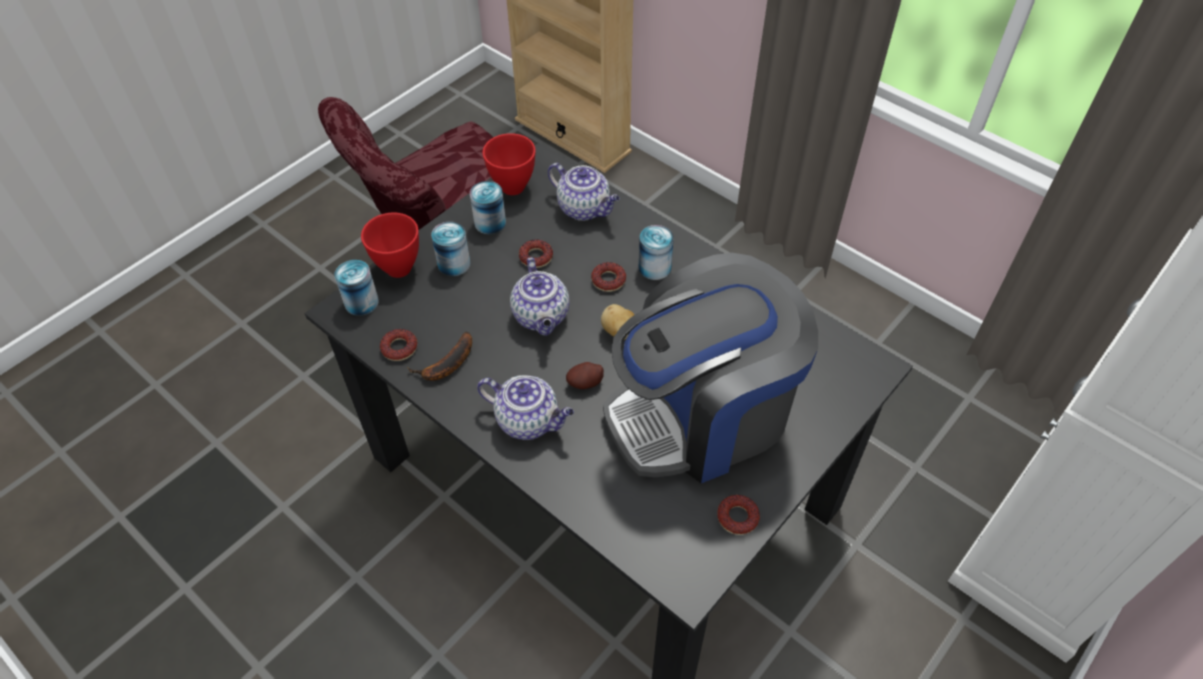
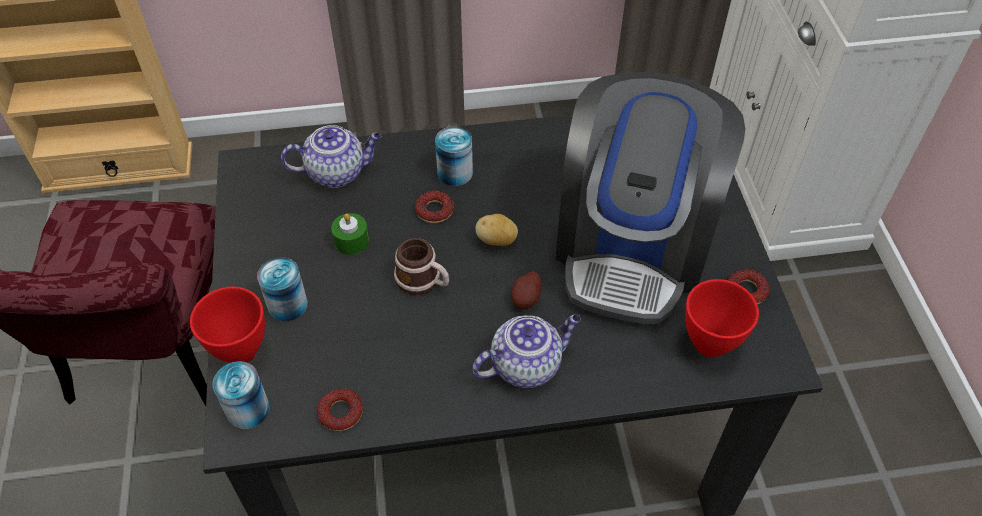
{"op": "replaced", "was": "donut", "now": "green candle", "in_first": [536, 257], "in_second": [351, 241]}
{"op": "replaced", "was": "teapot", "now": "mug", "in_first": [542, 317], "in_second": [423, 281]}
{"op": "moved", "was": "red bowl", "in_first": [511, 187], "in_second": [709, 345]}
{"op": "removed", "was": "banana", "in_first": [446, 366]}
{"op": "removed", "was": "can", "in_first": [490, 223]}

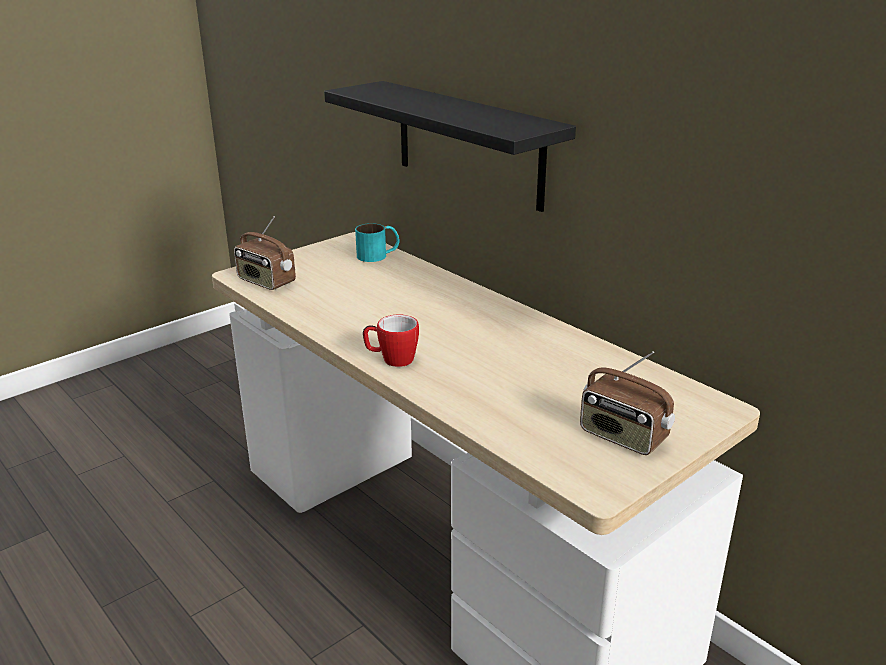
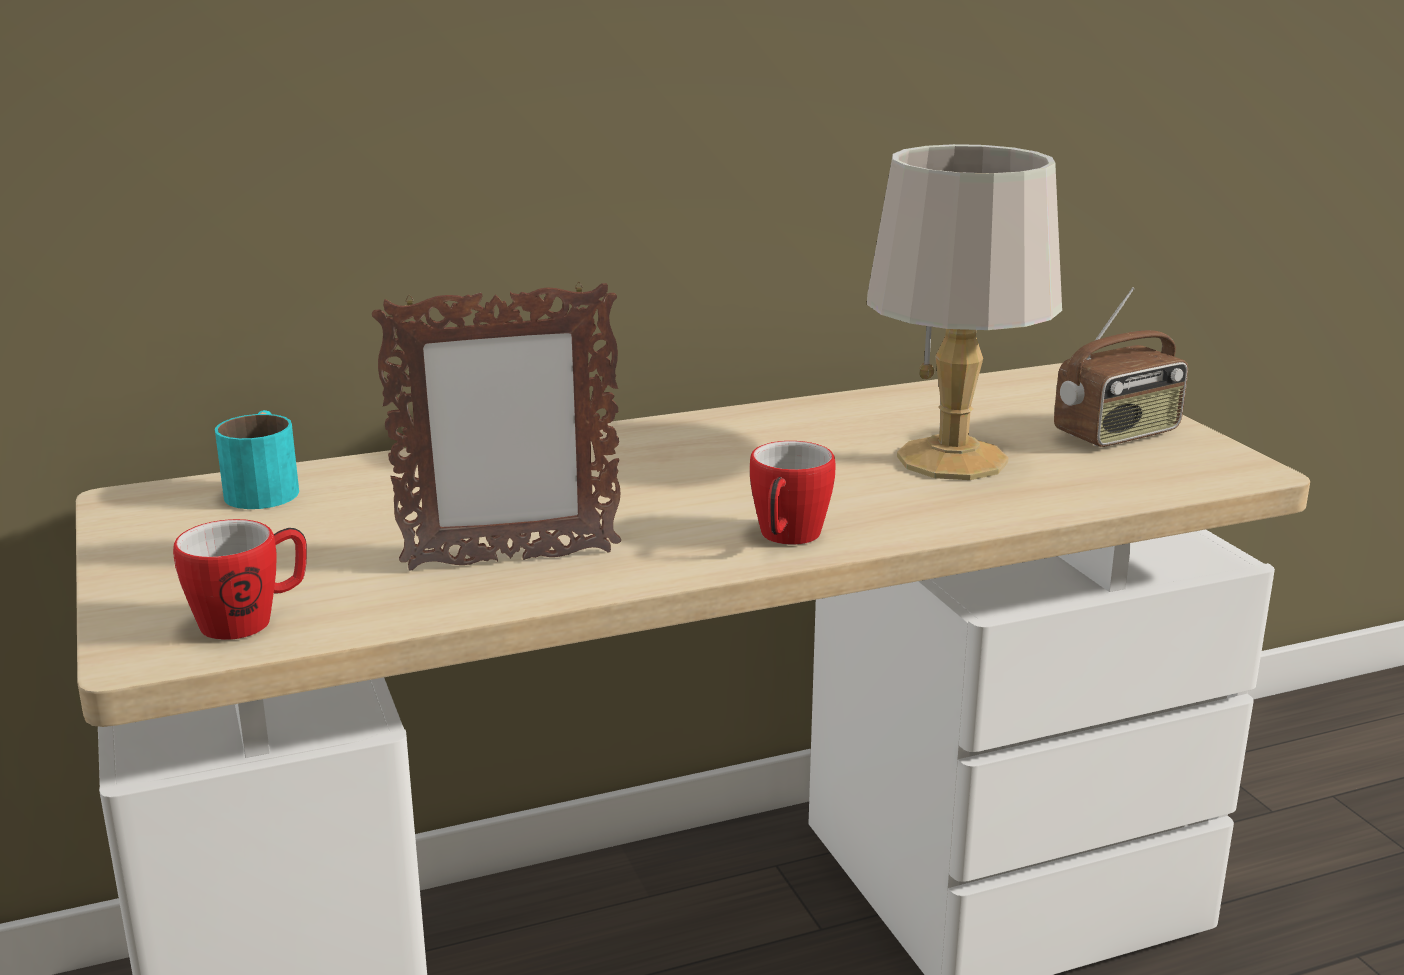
{"op": "replaced", "was": "radio", "now": "mug", "in_first": [265, 282], "in_second": [251, 620]}
{"op": "added", "now": "picture frame", "in_second": [509, 560]}
{"op": "added", "now": "grey table lamp", "in_second": [955, 460]}
{"op": "removed", "was": "black shelf", "in_first": [468, 144]}

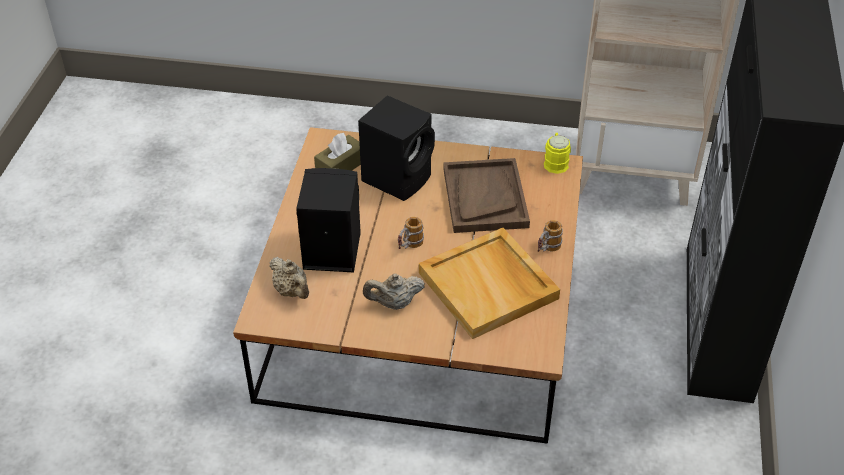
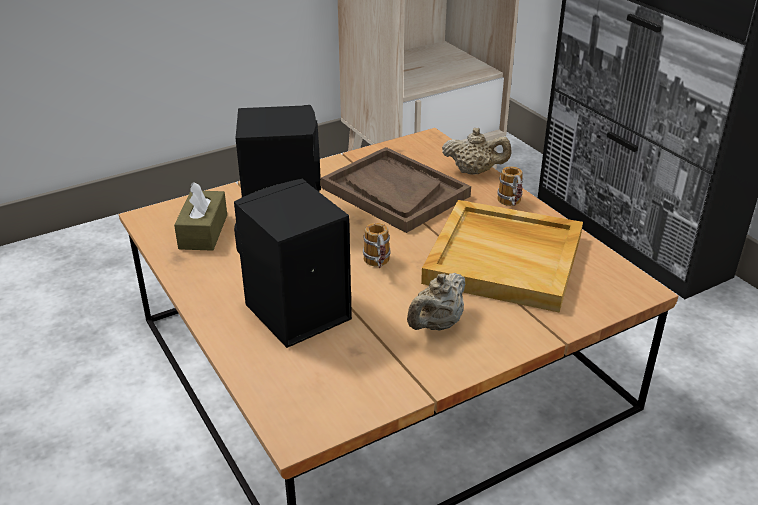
{"op": "moved", "was": "beige teapot", "in_first": [292, 291], "in_second": [474, 172]}
{"op": "removed", "was": "yellow mug", "in_first": [555, 161]}

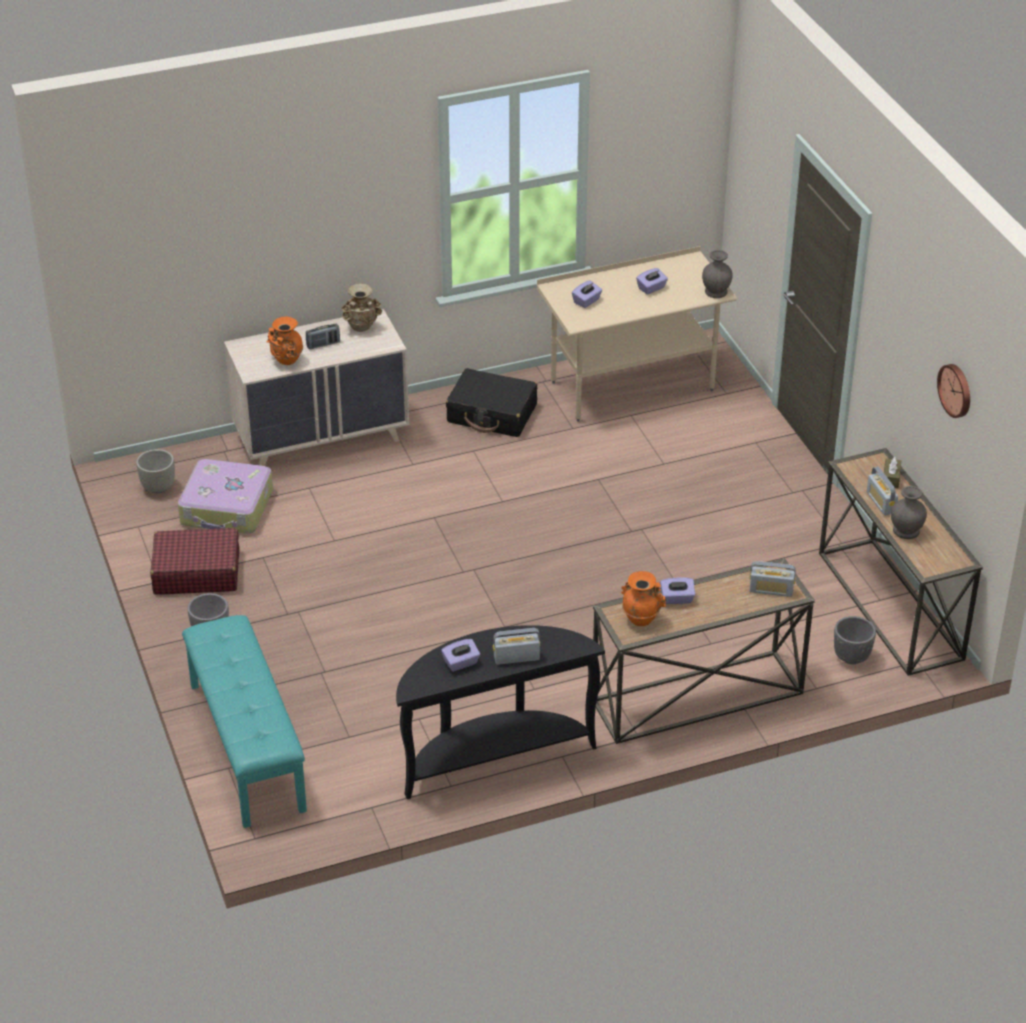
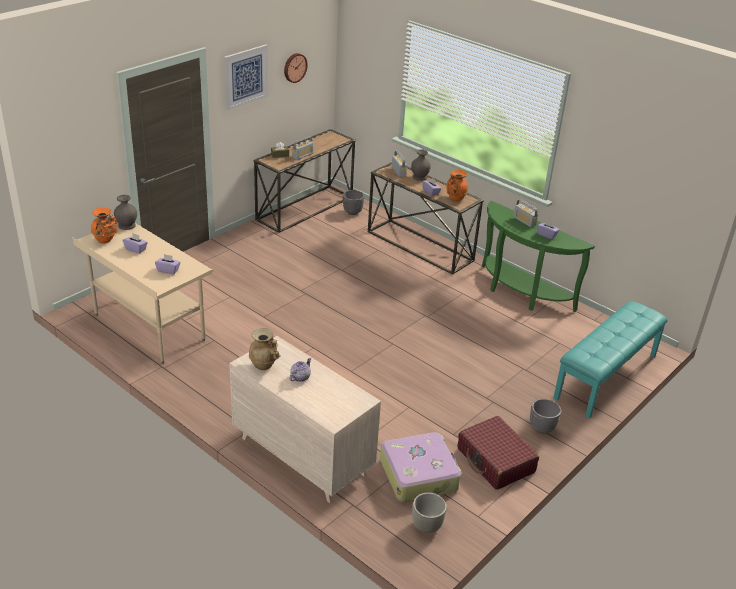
{"op": "moved", "was": "orange vase", "in_first": [286, 361], "in_second": [106, 240]}
{"op": "added", "now": "picture", "in_second": [246, 76]}
{"op": "replaced", "was": "radio", "now": "teapot", "in_first": [323, 344], "in_second": [300, 377]}
{"op": "moved", "was": "grey vase", "in_first": [907, 531], "in_second": [419, 177]}
{"op": "recoloured", "was": "black console table", "now": "green console table", "in_first": [493, 755], "in_second": [520, 293]}
{"op": "removed", "was": "black suitcase", "in_first": [492, 414]}

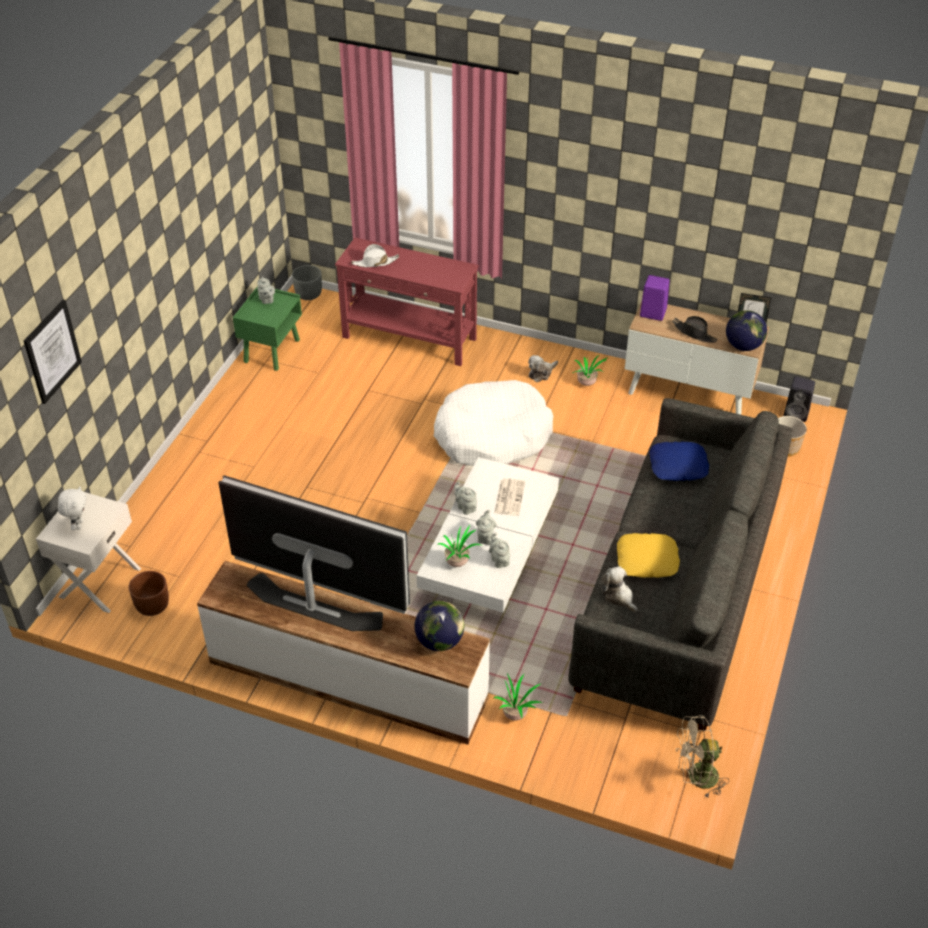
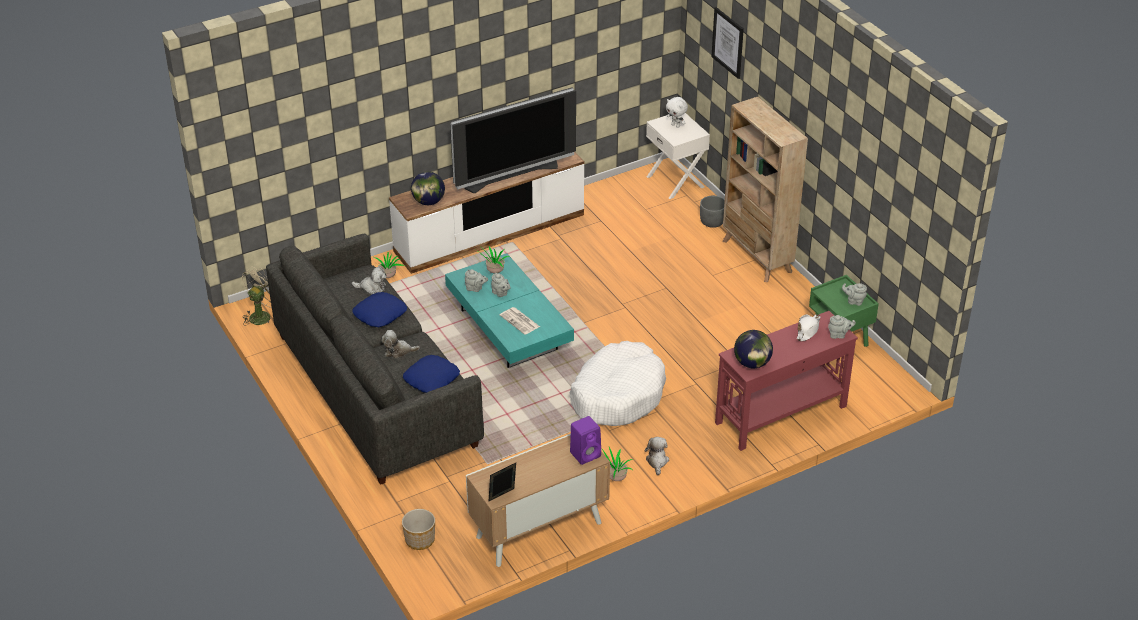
{"op": "recoloured", "was": "yellow pillow", "now": "blue pillow", "in_first": [647, 561], "in_second": [379, 314]}
{"op": "added", "now": "plush toy", "in_second": [398, 351]}
{"op": "recoloured", "was": "white coffee table", "now": "turquoise coffee table", "in_first": [490, 557], "in_second": [508, 330]}
{"op": "moved", "was": "grey planter", "in_first": [309, 294], "in_second": [712, 222]}
{"op": "added", "now": "beige bookcase", "in_second": [757, 257]}
{"op": "moved", "was": "globe", "in_first": [743, 346], "in_second": [752, 363]}
{"op": "moved", "was": "grey teapot", "in_first": [465, 507], "in_second": [839, 335]}
{"op": "removed", "was": "brown planter", "in_first": [152, 605]}
{"op": "removed", "was": "black hat", "in_first": [694, 333]}
{"op": "removed", "was": "black speaker", "in_first": [797, 413]}

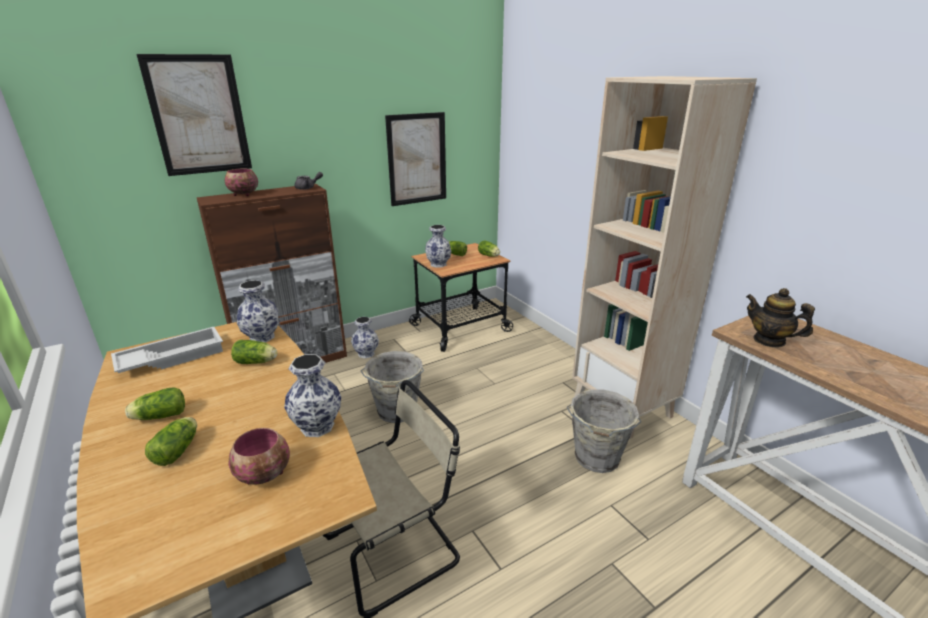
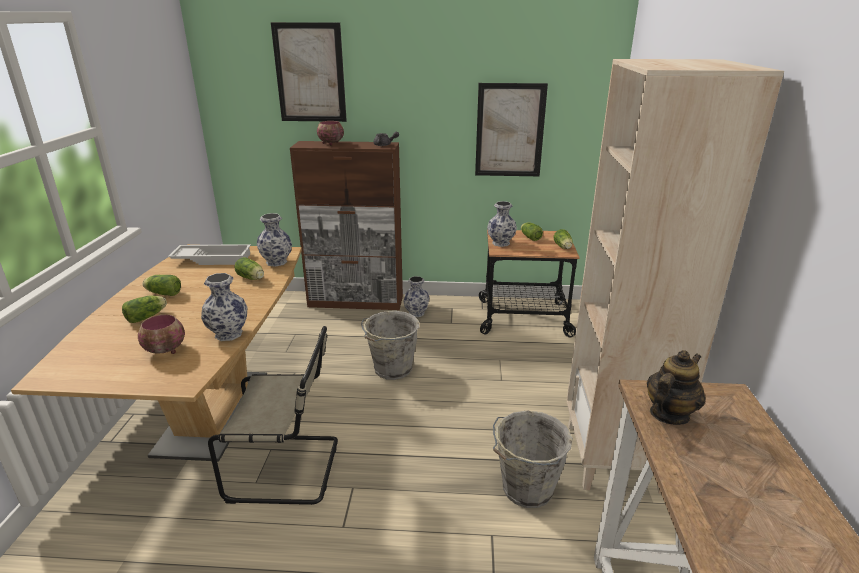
{"op": "turned", "was": "teapot", "in_first": [769, 340], "in_second": [668, 414], "clockwise": 60}

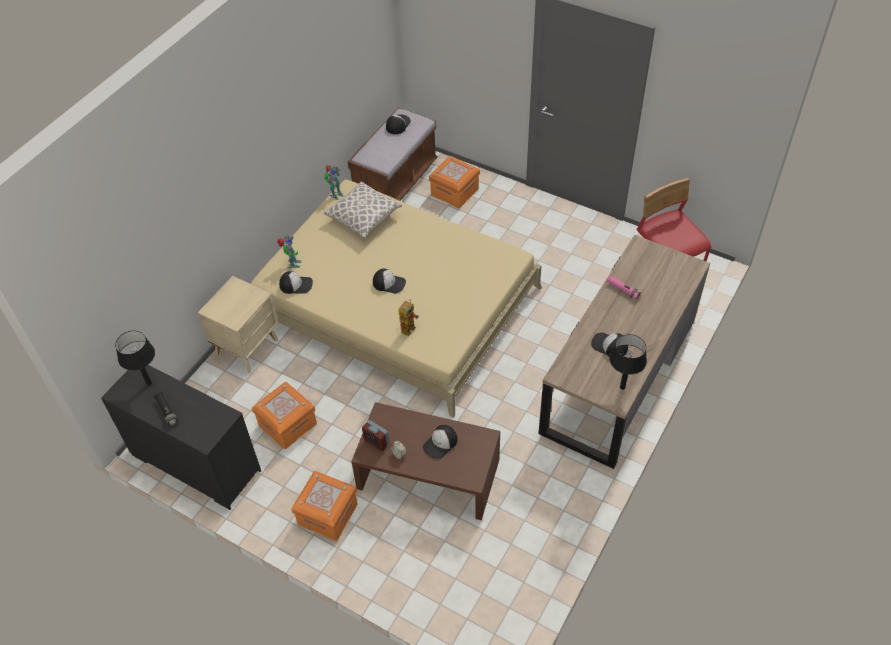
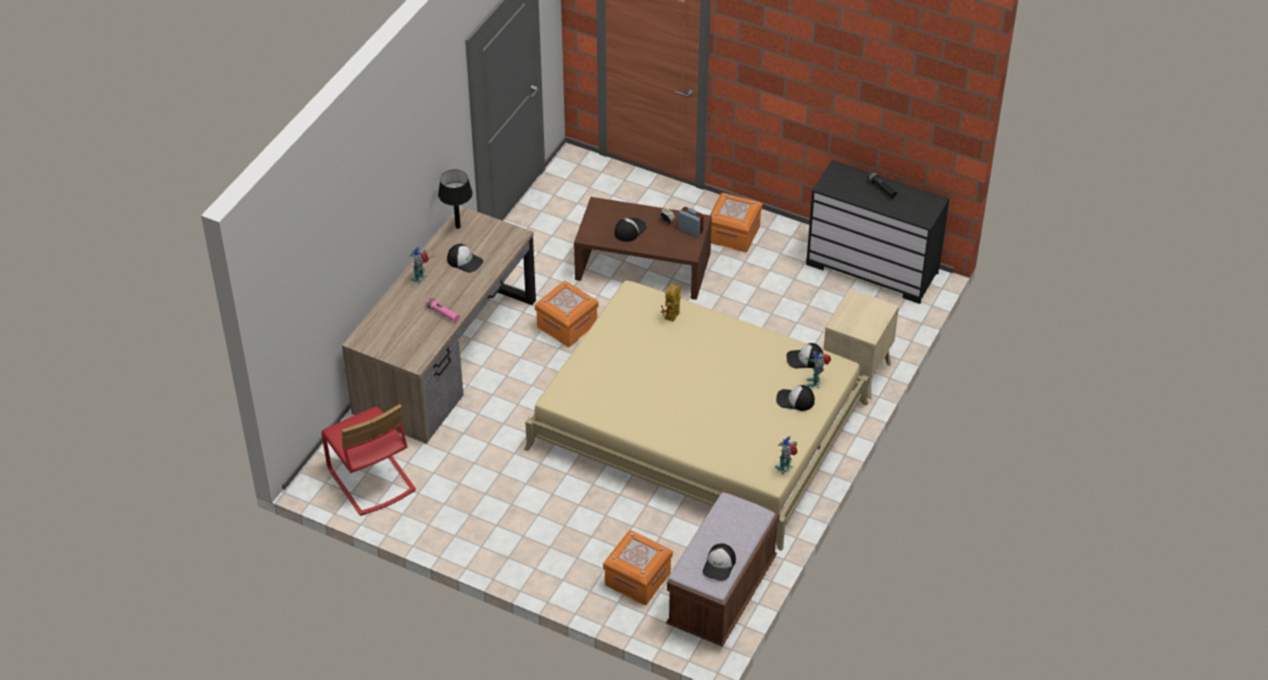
{"op": "added", "now": "toy robot", "in_second": [420, 278]}
{"op": "moved", "was": "orange storage box", "in_first": [287, 424], "in_second": [567, 325]}
{"op": "moved", "was": "cap", "in_first": [389, 283], "in_second": [795, 400]}
{"op": "removed", "was": "black table lamp", "in_first": [148, 383]}
{"op": "removed", "was": "pillow", "in_first": [363, 218]}

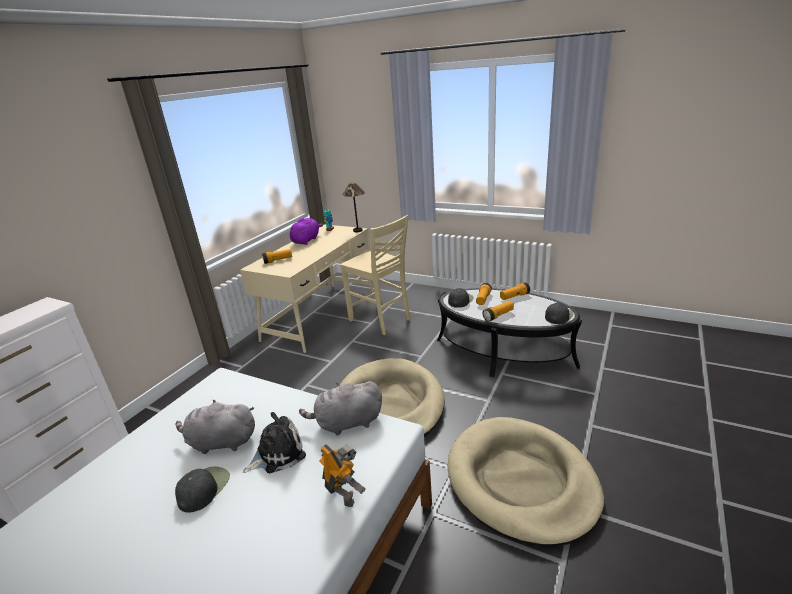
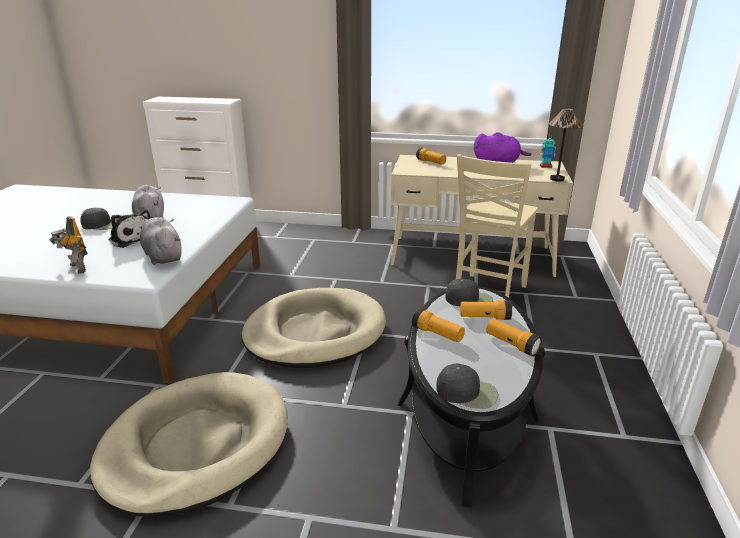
{"op": "turned", "was": "toy robot", "in_first": [343, 493], "in_second": [76, 268], "clockwise": 105}

